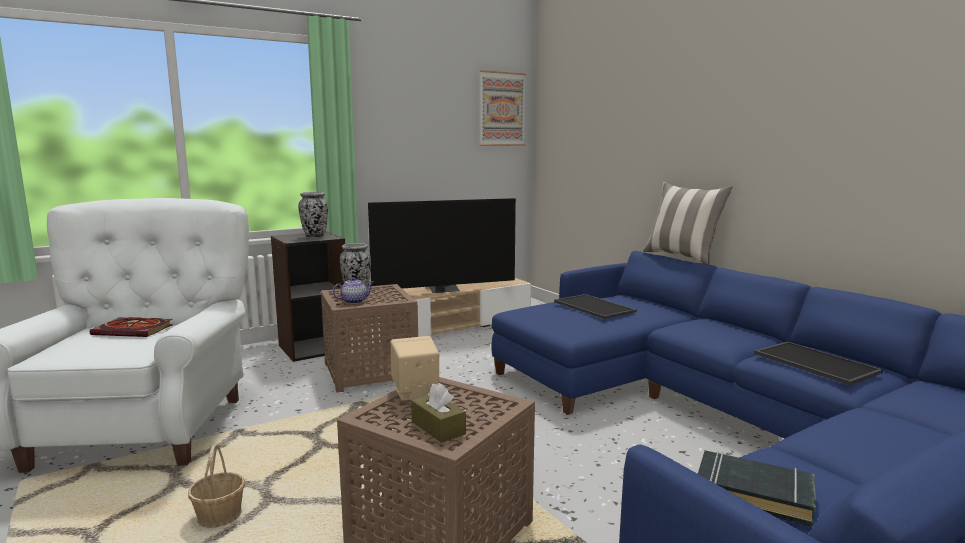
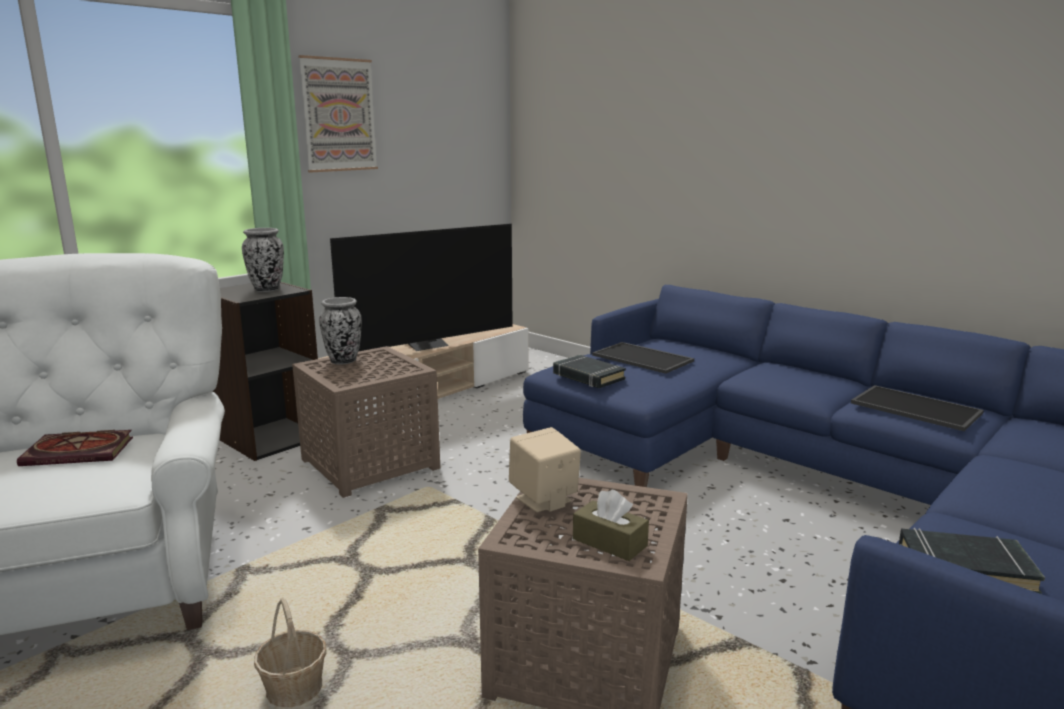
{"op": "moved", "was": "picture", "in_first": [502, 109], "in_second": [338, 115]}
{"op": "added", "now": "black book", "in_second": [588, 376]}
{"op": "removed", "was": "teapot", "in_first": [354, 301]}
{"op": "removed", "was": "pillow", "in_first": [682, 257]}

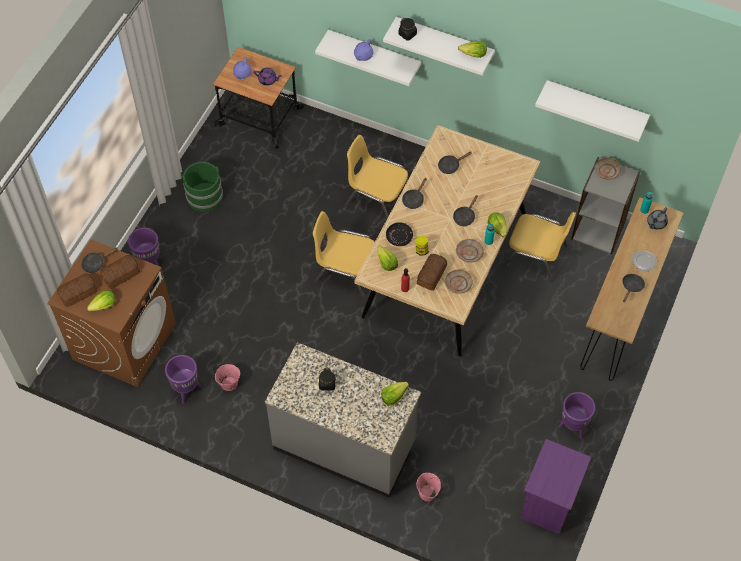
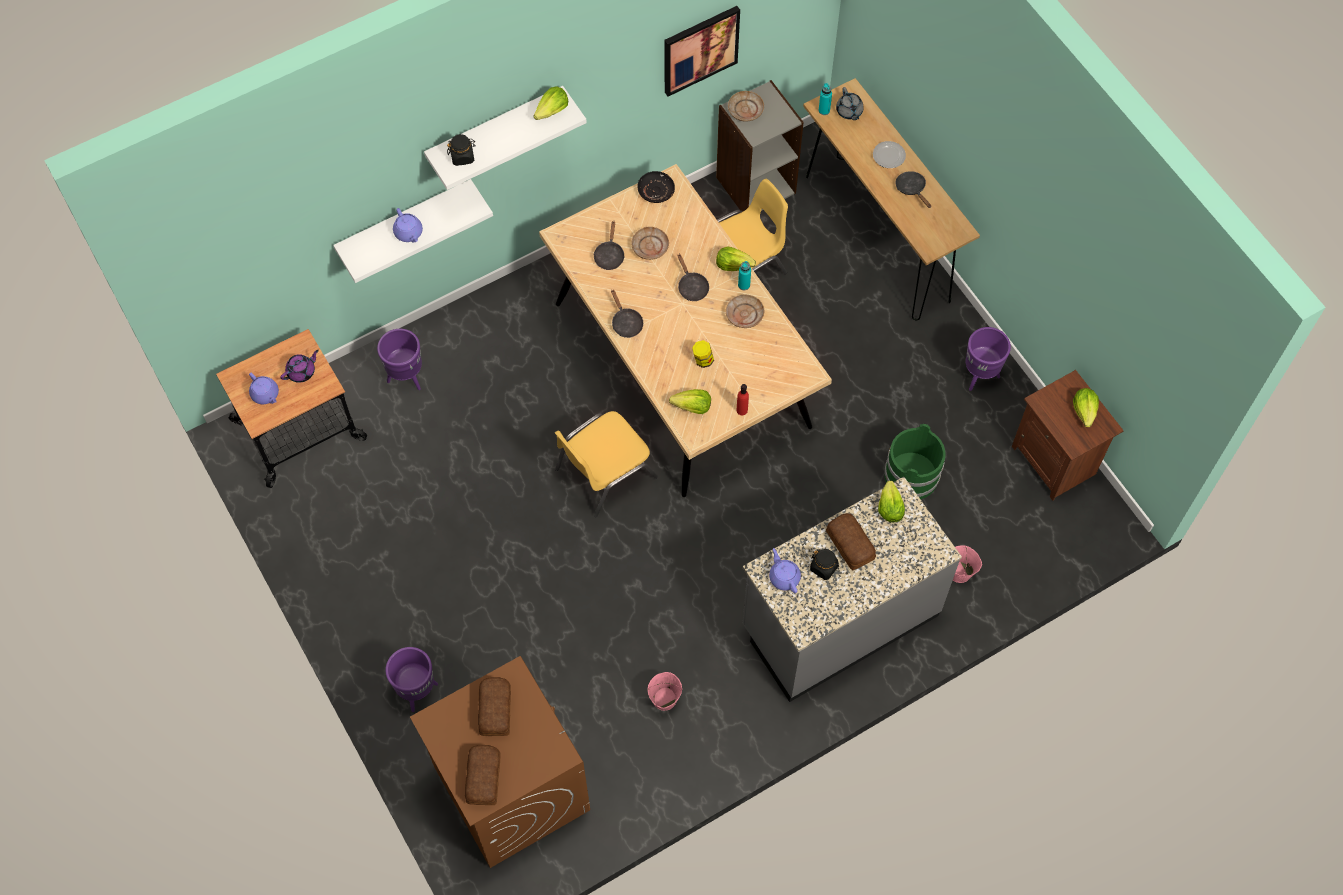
{"op": "moved", "was": "purple planter", "in_first": [186, 390], "in_second": [406, 378]}
{"op": "moved", "was": "beige plate", "in_first": [458, 284], "in_second": [650, 246]}
{"op": "moved", "was": "black plate", "in_first": [399, 236], "in_second": [656, 190]}
{"op": "replaced", "was": "white shelf", "now": "picture", "in_first": [596, 106], "in_second": [700, 49]}
{"op": "added", "now": "purple teapot", "in_second": [784, 577]}
{"op": "moved", "was": "bread", "in_first": [431, 275], "in_second": [850, 546]}
{"op": "moved", "was": "green bucket", "in_first": [204, 197], "in_second": [911, 476]}
{"op": "recoloured", "was": "purple nightstand", "now": "brown nightstand", "in_first": [549, 504], "in_second": [1055, 460]}
{"op": "moved", "was": "lettuce", "in_first": [104, 306], "in_second": [1084, 411]}
{"op": "removed", "was": "black frying pan", "in_first": [96, 263]}
{"op": "removed", "was": "yellow chair", "in_first": [377, 196]}

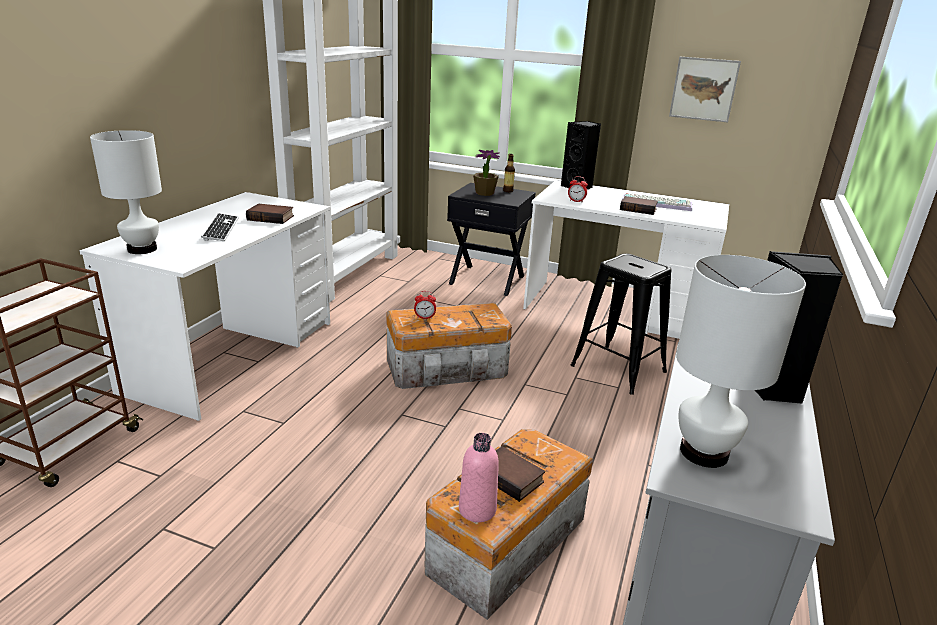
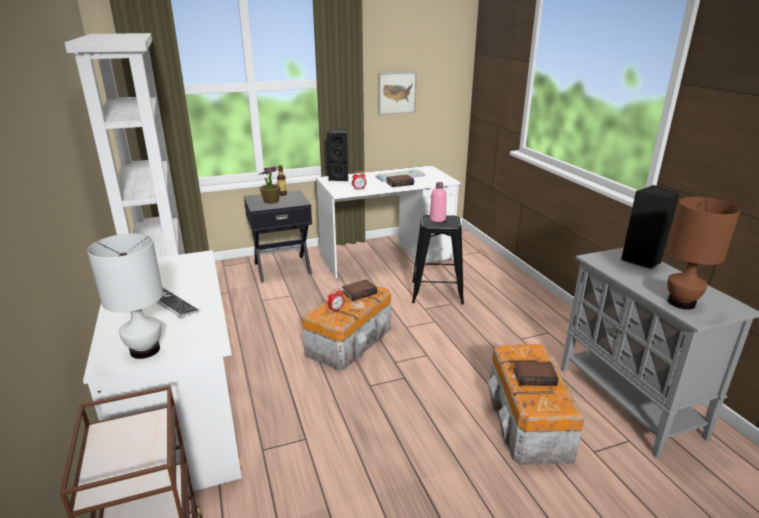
{"op": "moved", "was": "book", "in_first": [271, 218], "in_second": [359, 292]}
{"op": "moved", "was": "pink bottle", "in_first": [477, 509], "in_second": [437, 219]}
{"op": "recoloured", "was": "white table lamp", "now": "brown table lamp", "in_first": [703, 453], "in_second": [681, 303]}

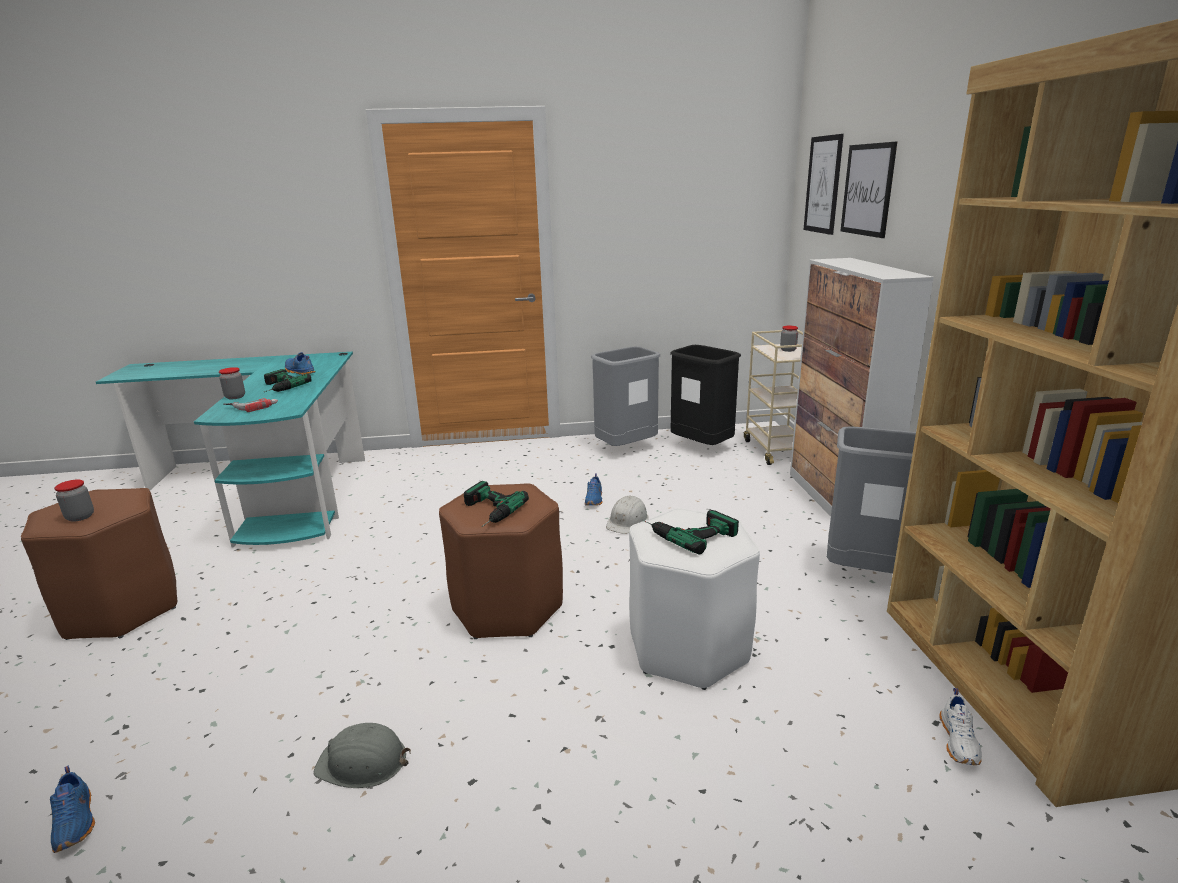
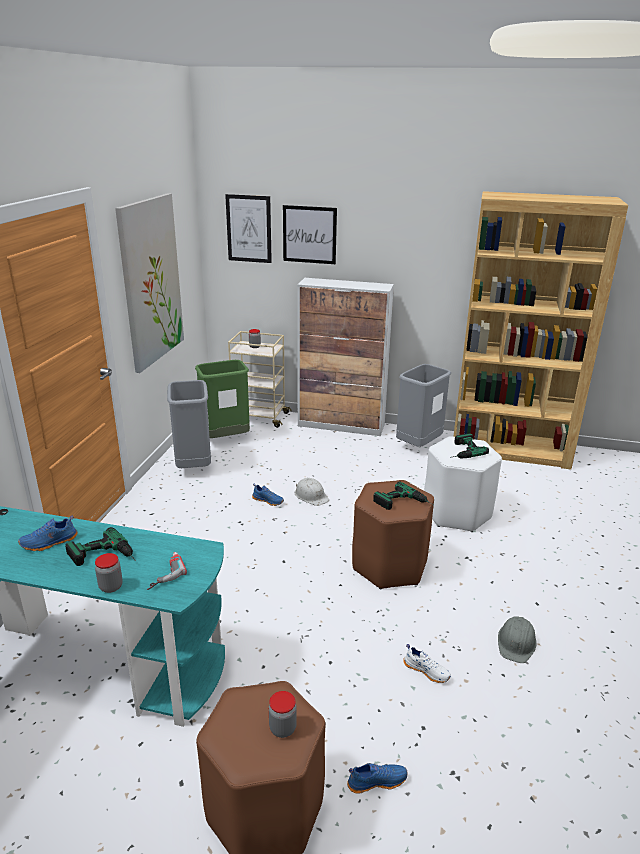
{"op": "added", "now": "picture", "in_second": [151, 281]}
{"op": "recoloured", "was": "black trash can", "now": "green trash can", "in_first": [701, 447], "in_second": [226, 439]}
{"op": "moved", "was": "blue shoe", "in_first": [76, 821], "in_second": [376, 781]}
{"op": "moved", "was": "white shoe", "in_first": [960, 741], "in_second": [427, 670]}

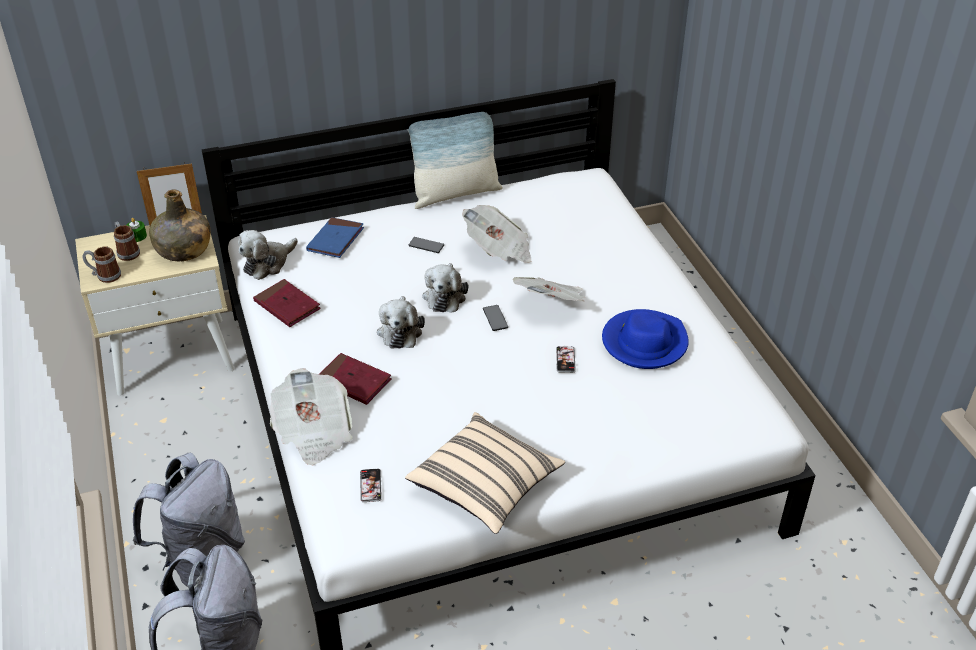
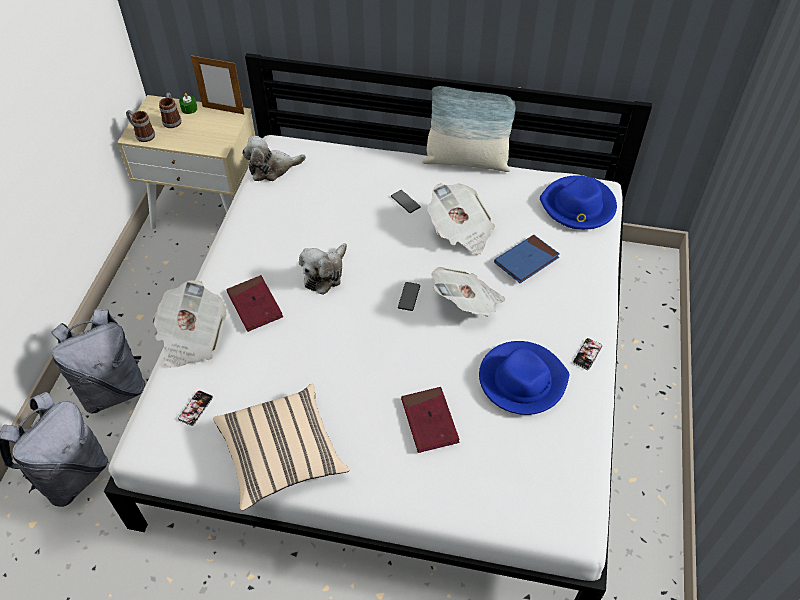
{"op": "moved", "was": "red book", "in_first": [287, 306], "in_second": [429, 421]}
{"op": "moved", "was": "blue book", "in_first": [335, 240], "in_second": [526, 261]}
{"op": "added", "now": "blue hat", "in_second": [578, 206]}
{"op": "moved", "was": "phone", "in_first": [565, 360], "in_second": [587, 354]}
{"op": "removed", "was": "green bottle", "in_first": [183, 250]}
{"op": "removed", "was": "plush toy", "in_first": [445, 296]}

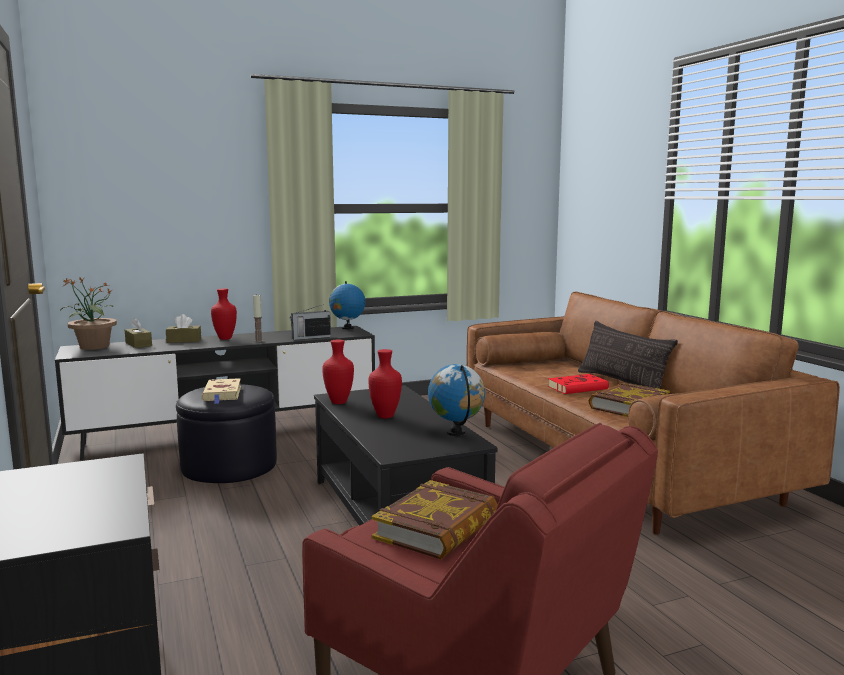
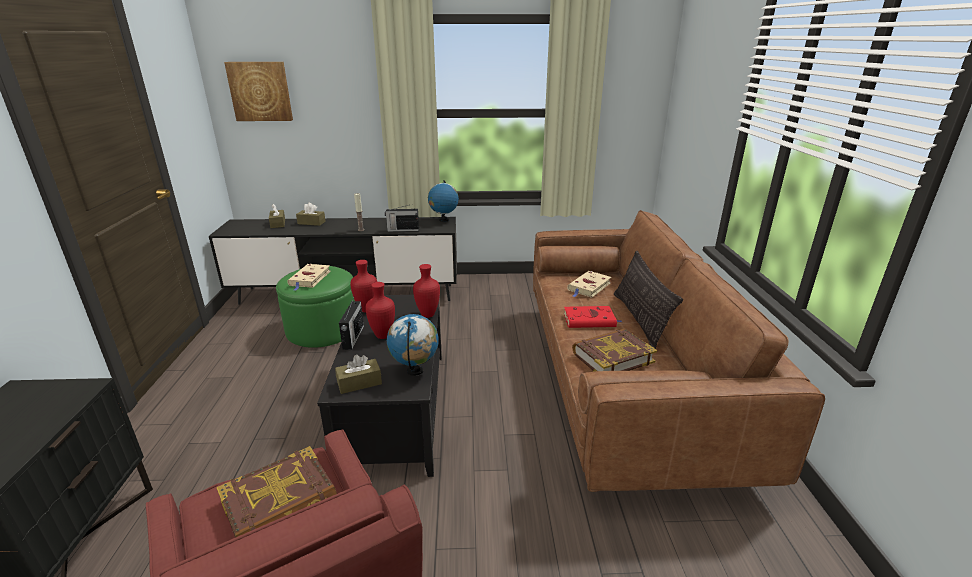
{"op": "added", "now": "picture", "in_second": [260, 91]}
{"op": "recoloured", "was": "black ottoman", "now": "green ottoman", "in_first": [229, 466], "in_second": [322, 329]}
{"op": "added", "now": "brown tissue box", "in_second": [359, 383]}
{"op": "added", "now": "radio", "in_second": [353, 338]}
{"op": "moved", "was": "red vase", "in_first": [225, 339], "in_second": [428, 315]}
{"op": "added", "now": "beige book", "in_second": [588, 287]}
{"op": "removed", "was": "potted plant", "in_first": [93, 347]}

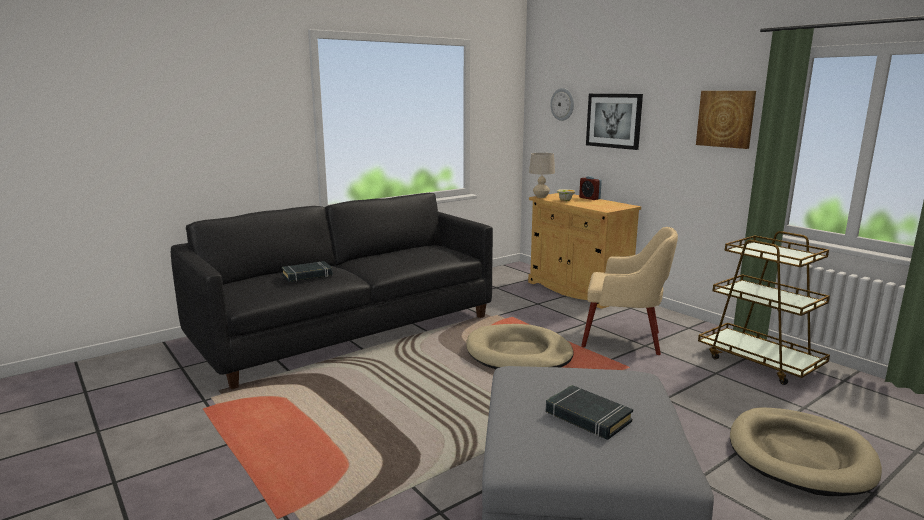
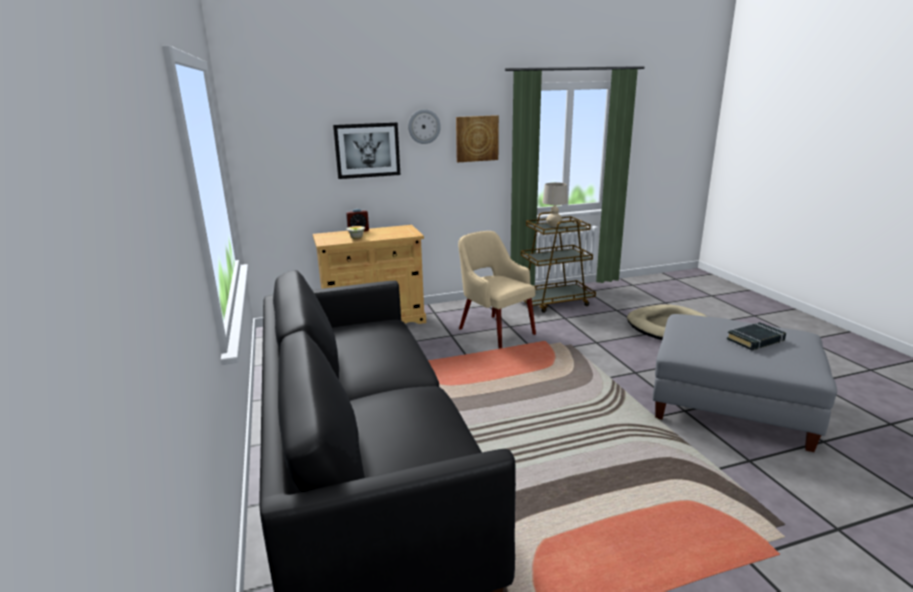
{"op": "moved", "was": "wall clock", "in_first": [562, 104], "in_second": [424, 126]}
{"op": "turned", "was": "beige armchair", "in_first": [624, 339], "in_second": [495, 330], "clockwise": -75}
{"op": "moved", "was": "beige table lamp", "in_first": [541, 197], "in_second": [553, 226]}
{"op": "removed", "was": "black book", "in_first": [307, 275]}
{"op": "removed", "was": "beige dog bed", "in_first": [518, 353]}

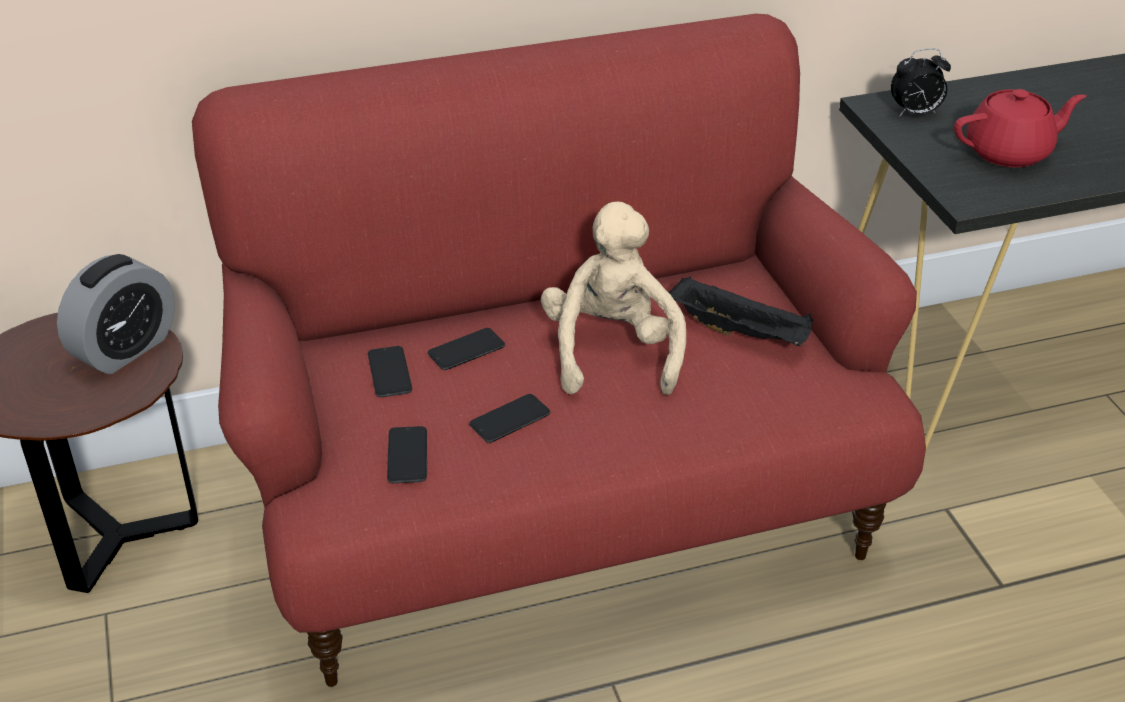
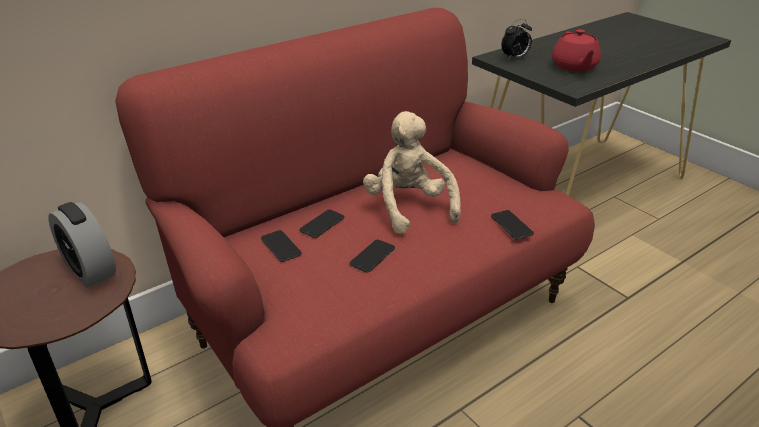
{"op": "turned", "was": "alarm clock", "in_first": [125, 349], "in_second": [90, 270], "clockwise": 120}
{"op": "moved", "was": "phone", "in_first": [407, 456], "in_second": [511, 225]}
{"op": "turned", "was": "red teapot", "in_first": [1010, 152], "in_second": [574, 67], "clockwise": 120}
{"op": "removed", "was": "black tray", "in_first": [740, 332]}

